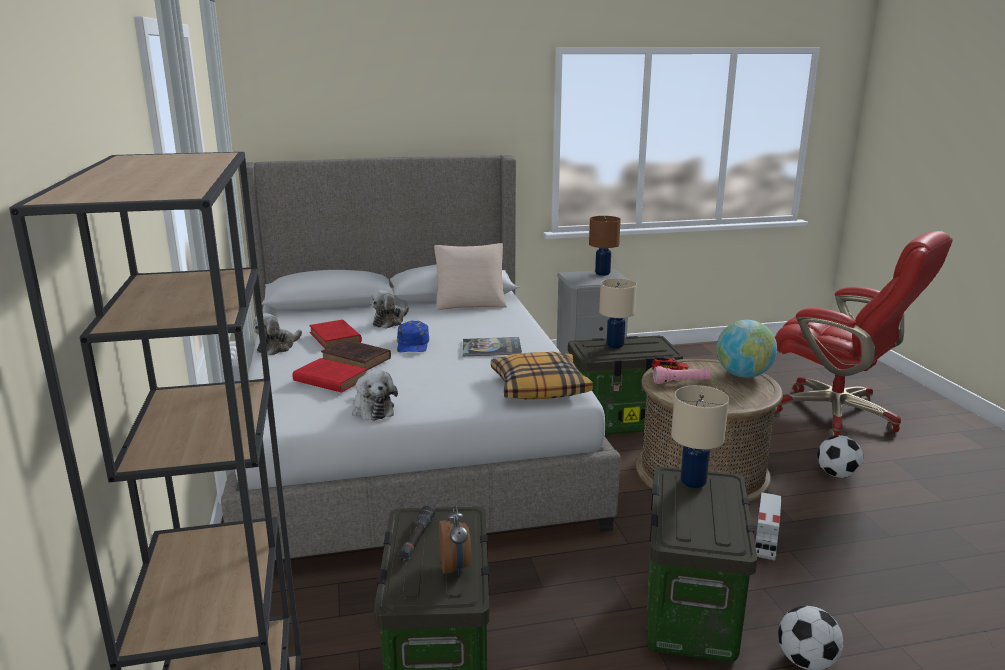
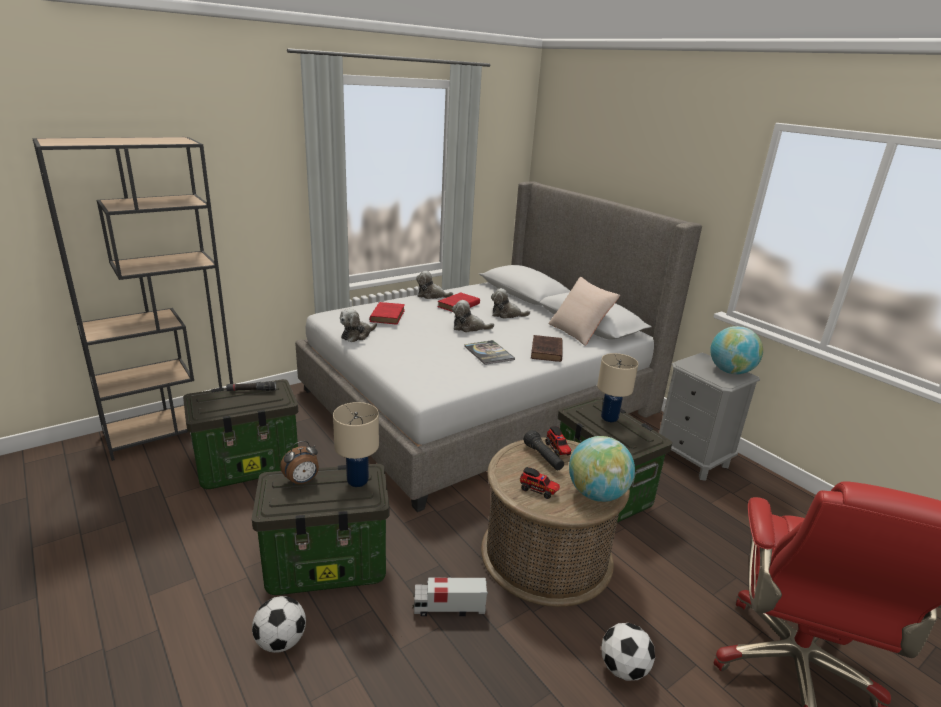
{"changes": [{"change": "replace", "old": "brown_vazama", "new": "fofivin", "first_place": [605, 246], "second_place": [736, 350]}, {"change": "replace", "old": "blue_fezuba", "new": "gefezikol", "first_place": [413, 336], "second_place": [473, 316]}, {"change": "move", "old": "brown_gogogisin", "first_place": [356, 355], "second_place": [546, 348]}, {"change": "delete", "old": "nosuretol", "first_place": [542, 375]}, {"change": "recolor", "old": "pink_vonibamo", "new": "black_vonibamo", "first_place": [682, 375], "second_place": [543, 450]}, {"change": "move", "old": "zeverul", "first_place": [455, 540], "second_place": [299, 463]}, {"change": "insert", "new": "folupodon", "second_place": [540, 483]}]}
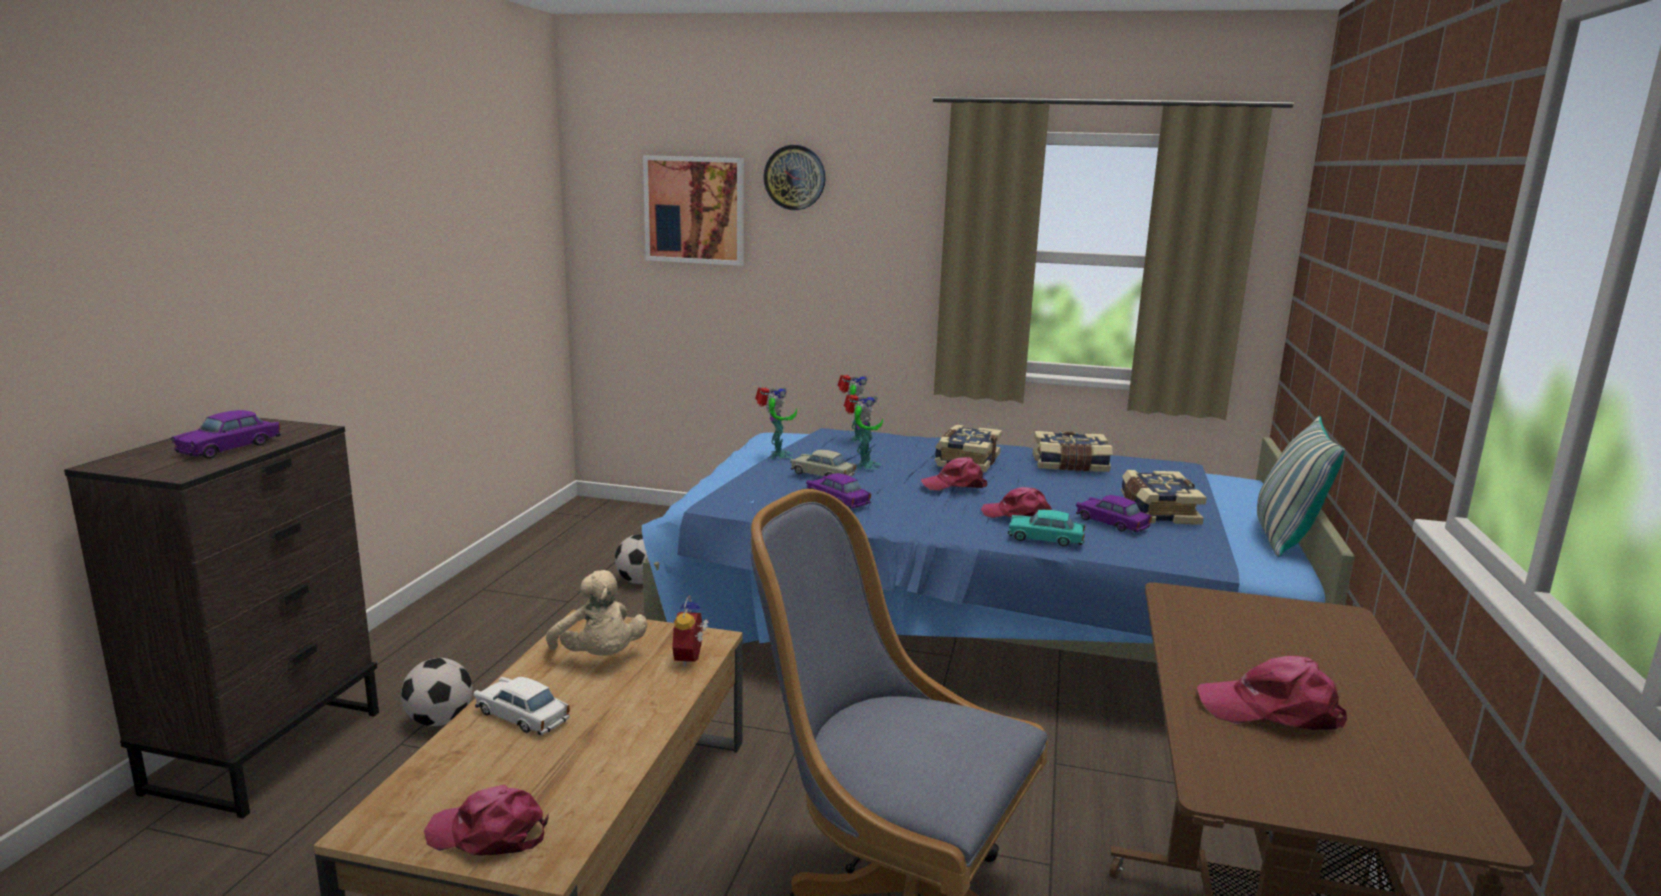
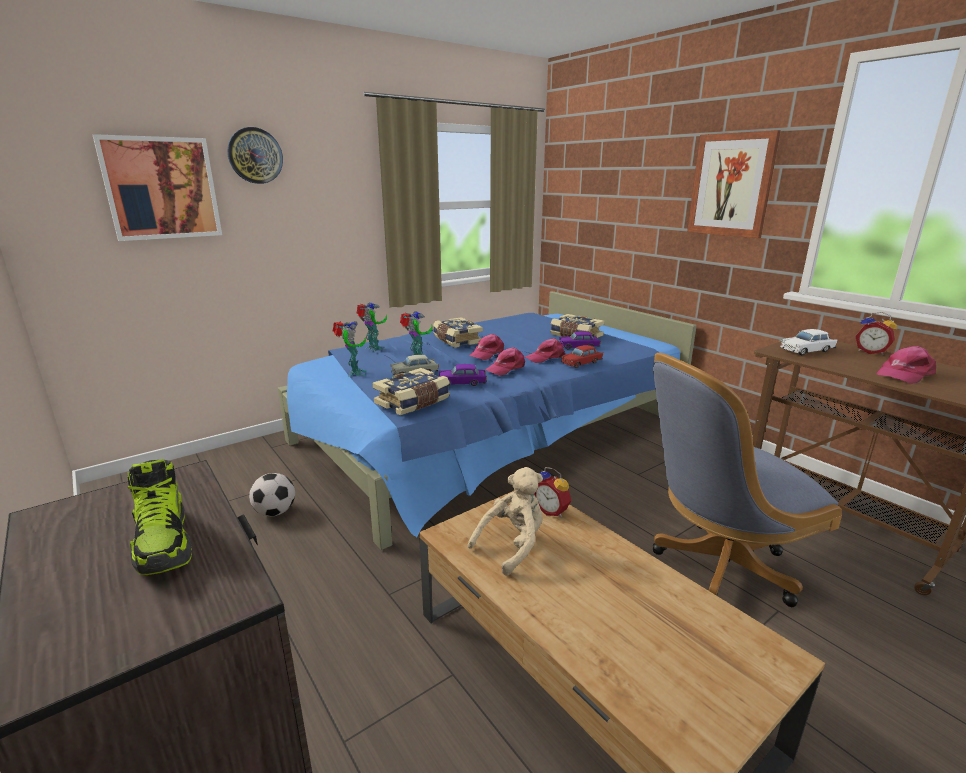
{"changes": [{"change": "rotate", "old": "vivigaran", "first_place": [776, 423], "second_place": [350, 349], "degrees": 45}, {"change": "replace", "old": "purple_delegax", "new": "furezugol", "first_place": [226, 434], "second_place": [160, 517]}, {"change": "delete", "old": "nosuretol", "first_place": [1300, 486]}, {"change": "move", "old": "gogogisin", "first_place": [1072, 451], "second_place": [411, 391]}, {"change": "recolor", "old": "turquoise_delegax", "new": "red_delegax", "first_place": [1046, 528], "second_place": [582, 356]}, {"change": "rotate", "old": "beige_gefezikol", "first_place": [597, 613], "second_place": [505, 521], "degrees": -45}, {"change": "delete", "old": "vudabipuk", "first_place": [437, 692]}, {"change": "move", "old": "white_delegax", "first_place": [521, 706], "second_place": [809, 342]}, {"change": "move", "old": "pink_fezuba", "first_place": [486, 820], "second_place": [505, 361]}, {"change": "insert", "new": "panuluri", "second_place": [734, 184]}, {"change": "insert", "new": "zeverul", "second_place": [876, 333]}]}
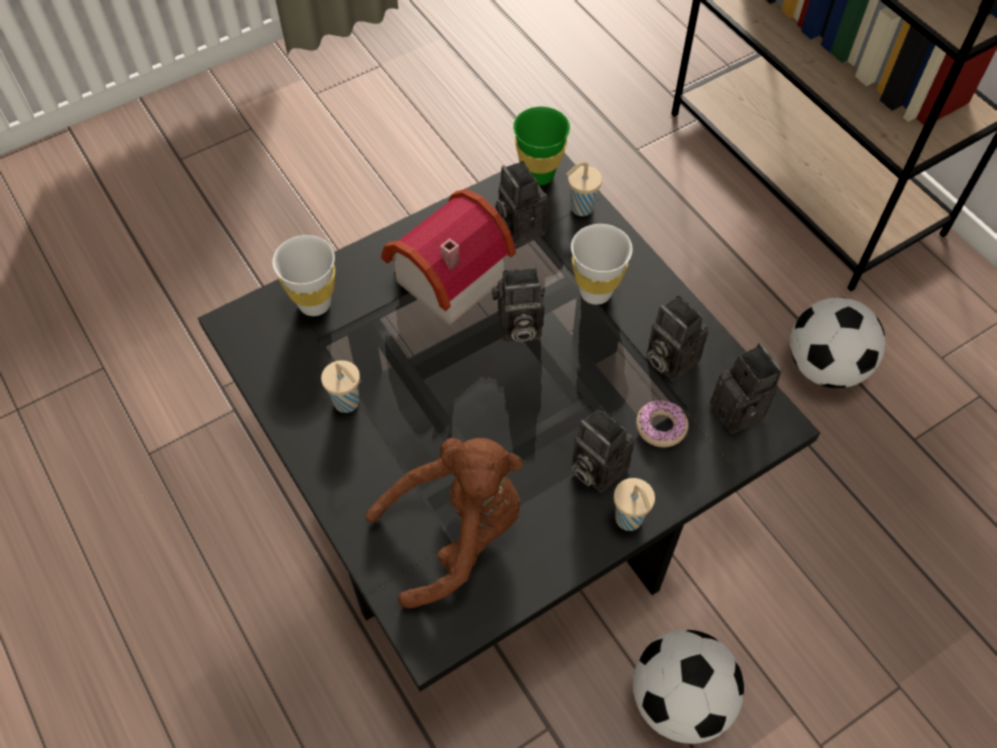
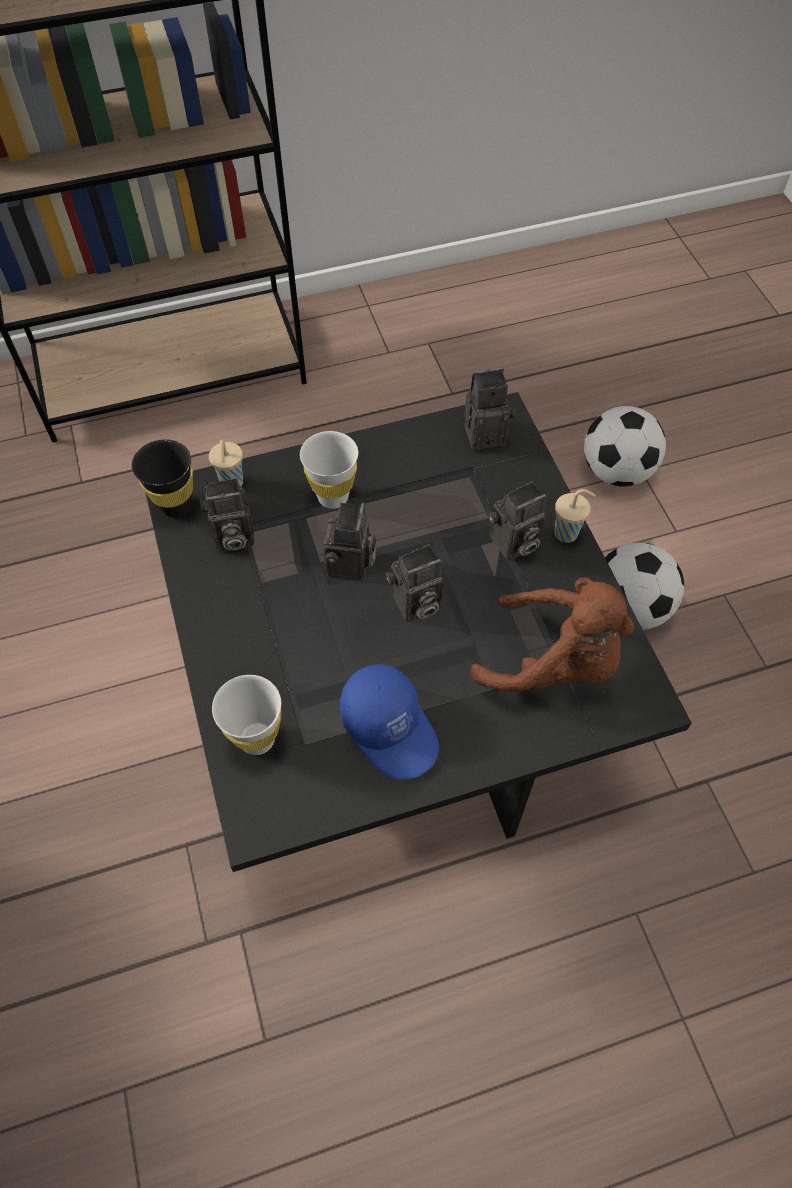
{"changes": [{"change": "recolor", "old": "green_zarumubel", "new": "black_zarumubel", "first_place": [541, 146], "second_place": [162, 478]}, {"change": "delete", "old": "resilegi", "first_place": [448, 257]}, {"change": "move", "old": "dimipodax", "first_place": [677, 338], "second_place": [415, 583]}, {"change": "move", "old": "vudabipuk", "first_place": [838, 342], "second_place": [625, 446]}, {"change": "replace", "old": "beige_zarumubel", "new": "blue_fezuba", "first_place": [340, 386], "second_place": [389, 722]}, {"change": "delete", "old": "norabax", "first_place": [662, 423]}, {"change": "rotate", "old": "brown_gefezikol", "first_place": [444, 523], "second_place": [553, 635], "degrees": 120}]}
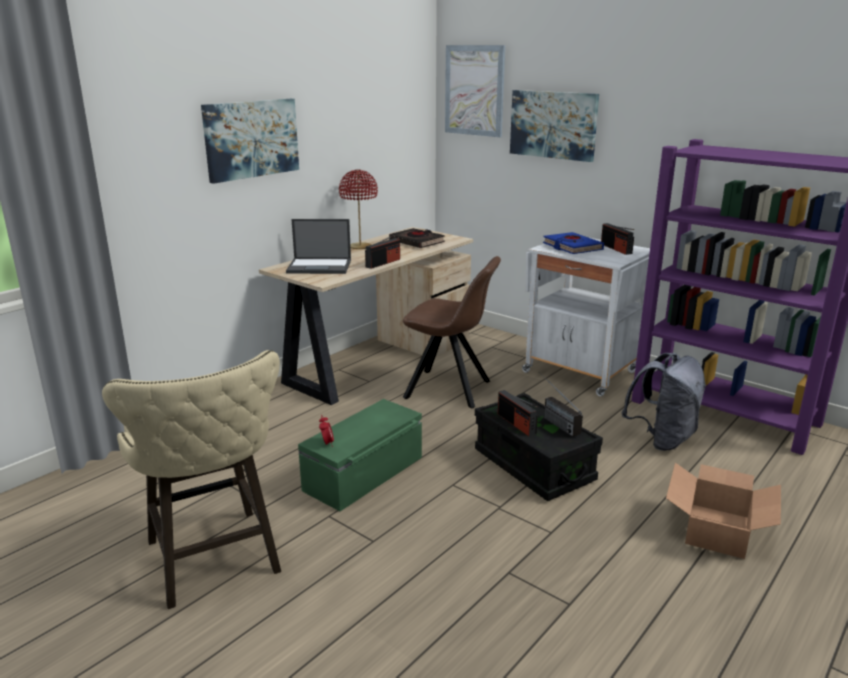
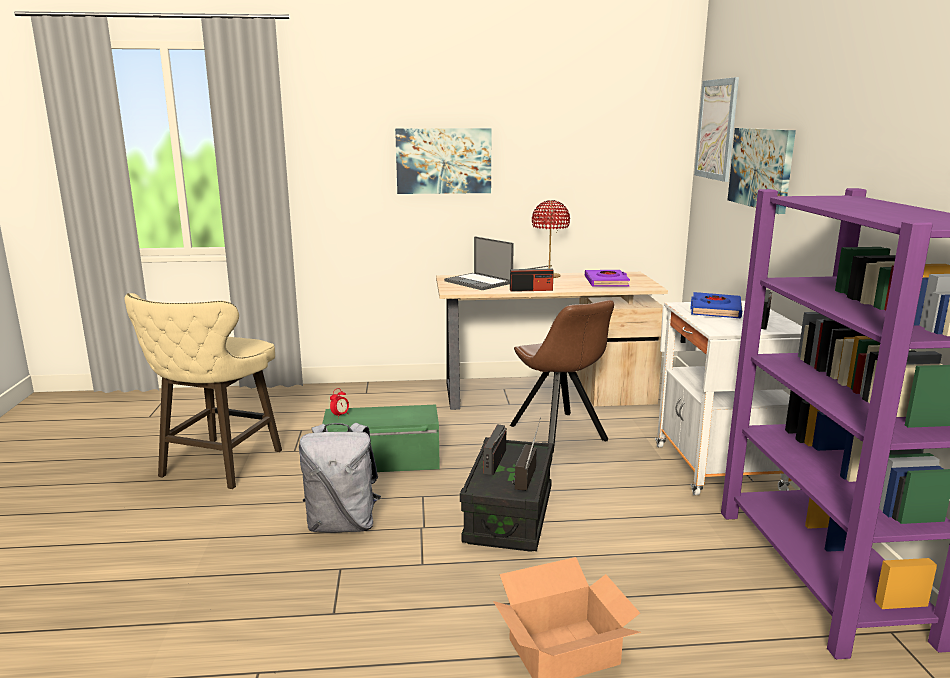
{"changes": [{"change": "recolor", "old": "black_gogogisin", "new": "purple_gogogisin", "first_place": [417, 238], "second_place": [607, 278]}, {"change": "move", "old": "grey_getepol", "first_place": [663, 402], "second_place": [340, 478]}]}
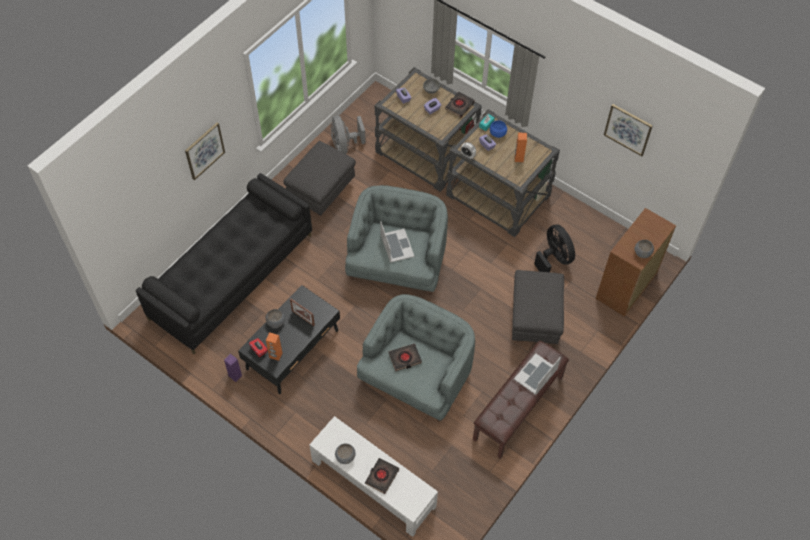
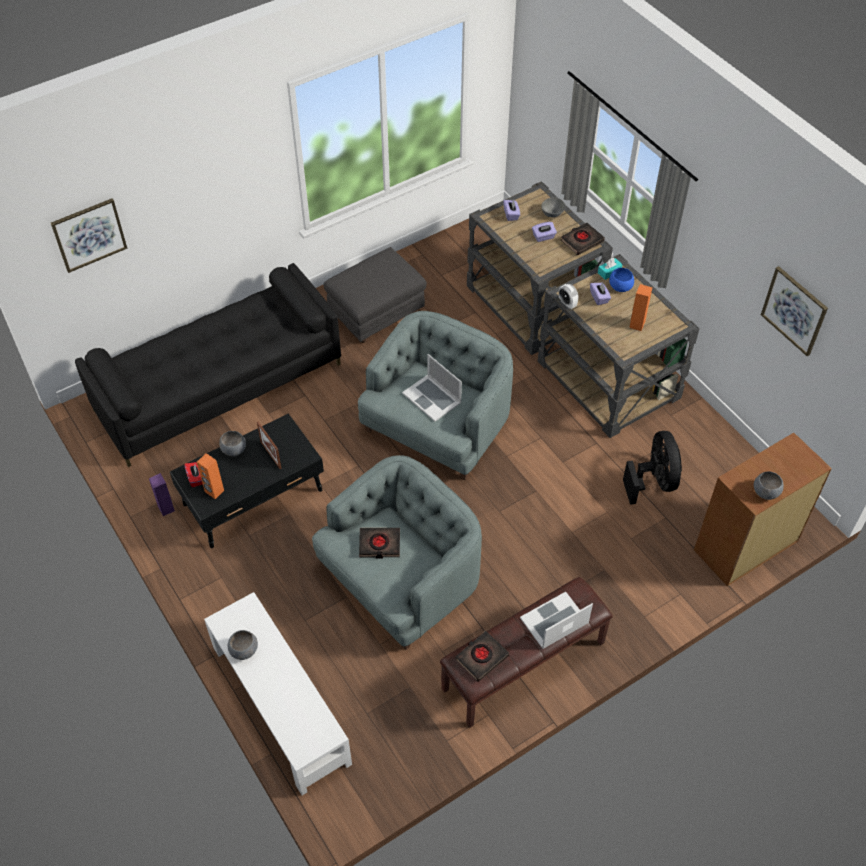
{"changes": [{"change": "delete", "old": "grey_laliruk", "first_place": [348, 135]}, {"change": "move", "old": "panuluri", "first_place": [205, 151], "second_place": [89, 235]}, {"change": "rotate", "old": "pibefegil", "first_place": [397, 242], "second_place": [432, 388], "degrees": 135}, {"change": "delete", "old": "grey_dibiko", "first_place": [538, 307]}, {"change": "move", "old": "black_gogogisin", "first_place": [382, 476], "second_place": [482, 656]}]}
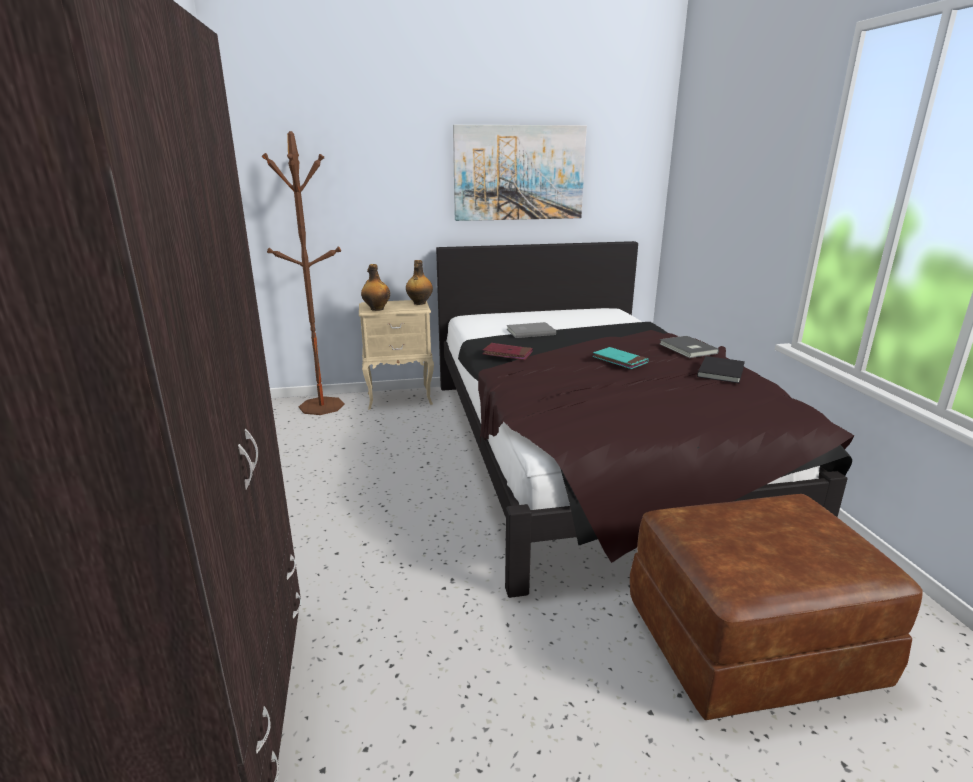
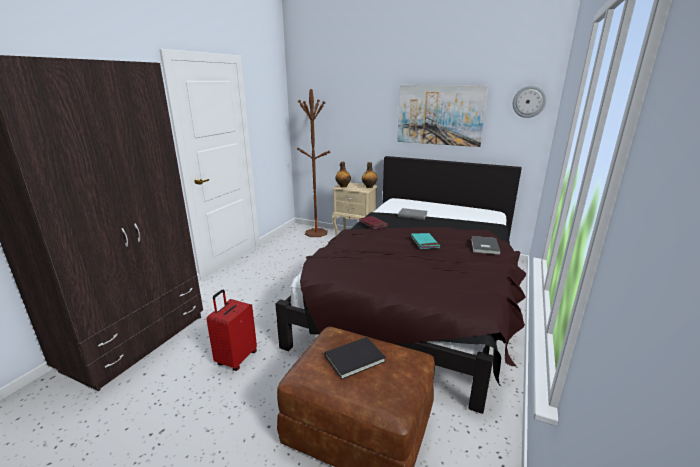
{"changes": [{"change": "move", "old": "black_gogogisin", "first_place": [721, 369], "second_place": [355, 358]}, {"change": "insert", "new": "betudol", "second_place": [530, 101]}, {"change": "insert", "new": "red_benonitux", "second_place": [231, 330]}]}
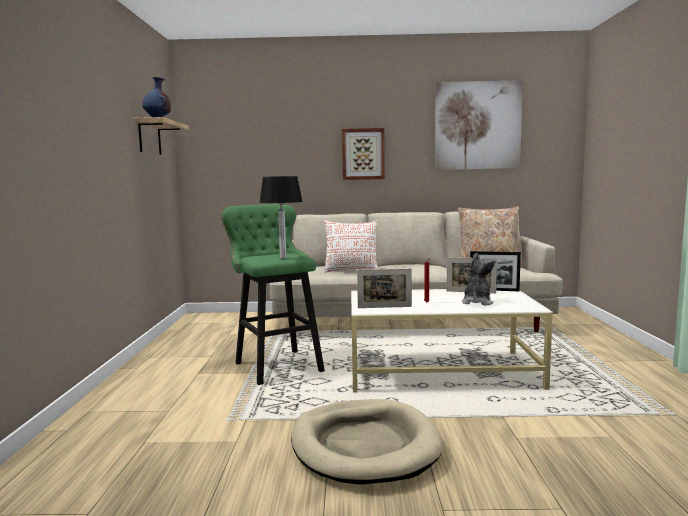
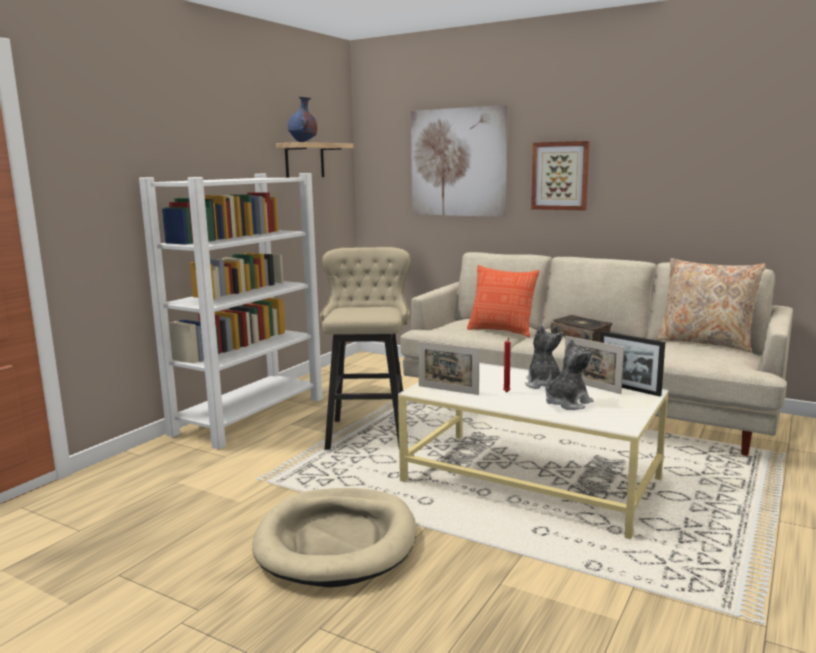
{"changes": [{"change": "move", "old": "panuluri", "first_place": [479, 125], "second_place": [459, 161]}, {"change": "delete", "old": "vazama", "first_place": [281, 217]}, {"change": "recolor", "old": "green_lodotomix", "new": "beige_lodotomix", "first_place": [273, 294], "second_place": [365, 348]}, {"change": "recolor", "old": "white_nosuretol", "new": "orange_nosuretol", "first_place": [351, 246], "second_place": [503, 301]}, {"change": "insert", "new": "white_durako", "second_place": [231, 311]}, {"change": "insert", "new": "gogogisin", "second_place": [582, 328]}, {"change": "insert", "new": "gefezikol", "second_place": [544, 357]}]}
